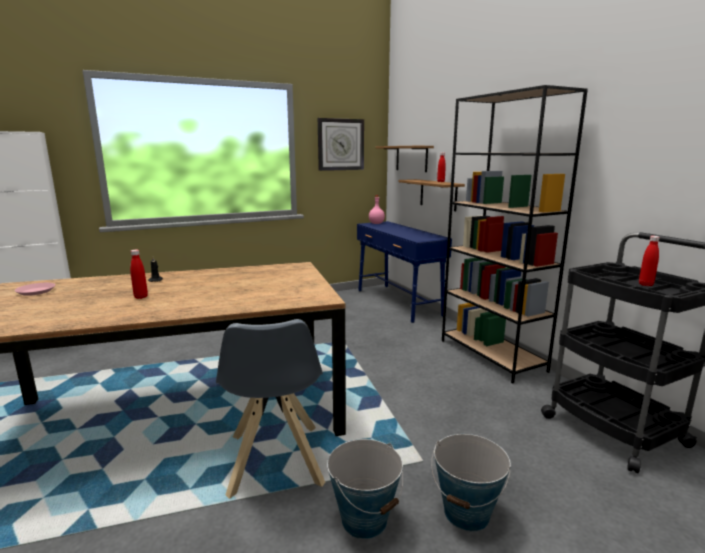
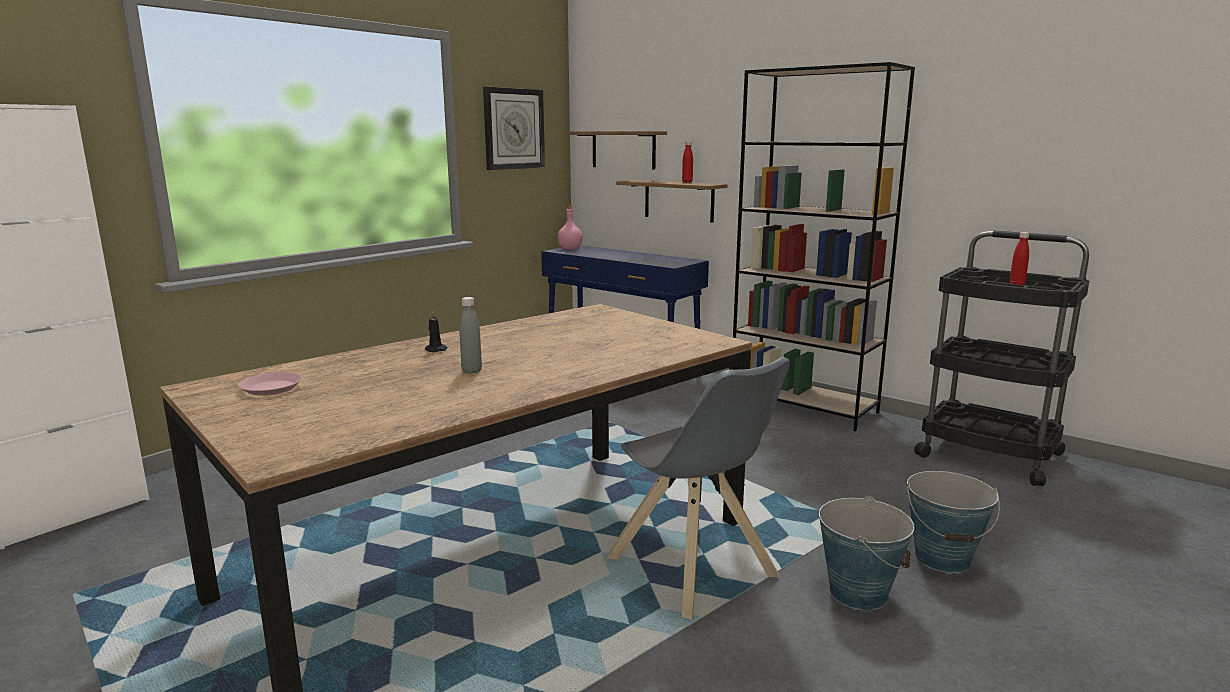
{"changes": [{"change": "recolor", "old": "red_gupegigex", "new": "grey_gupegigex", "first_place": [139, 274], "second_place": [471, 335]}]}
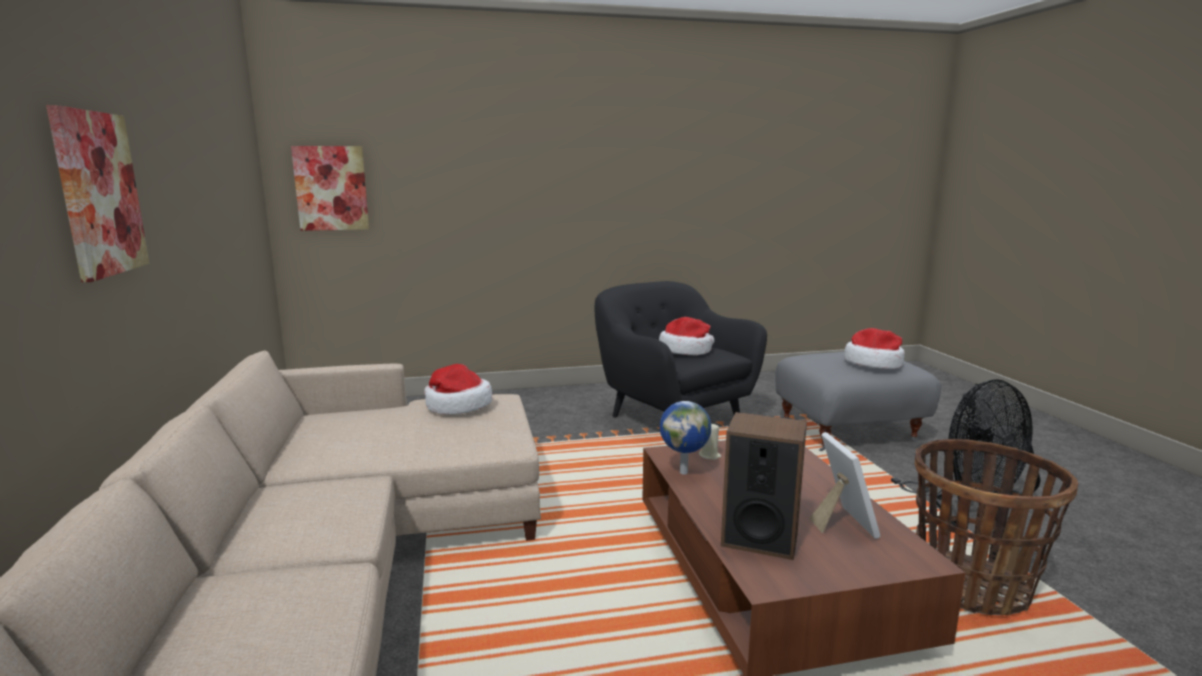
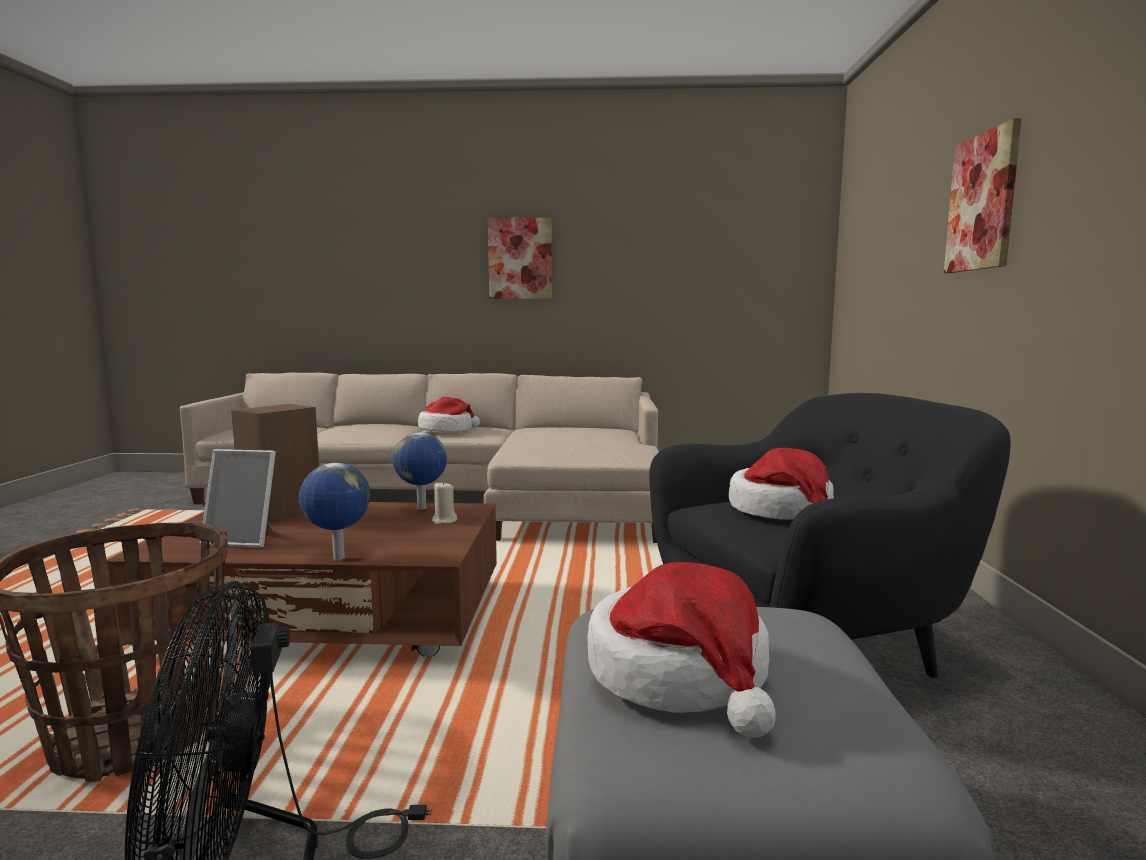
{"changes": [{"change": "move", "old": "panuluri", "first_place": [330, 188], "second_place": [983, 195]}, {"change": "move", "old": "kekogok", "first_place": [458, 389], "second_place": [449, 414]}, {"change": "insert", "new": "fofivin", "second_place": [334, 511]}]}
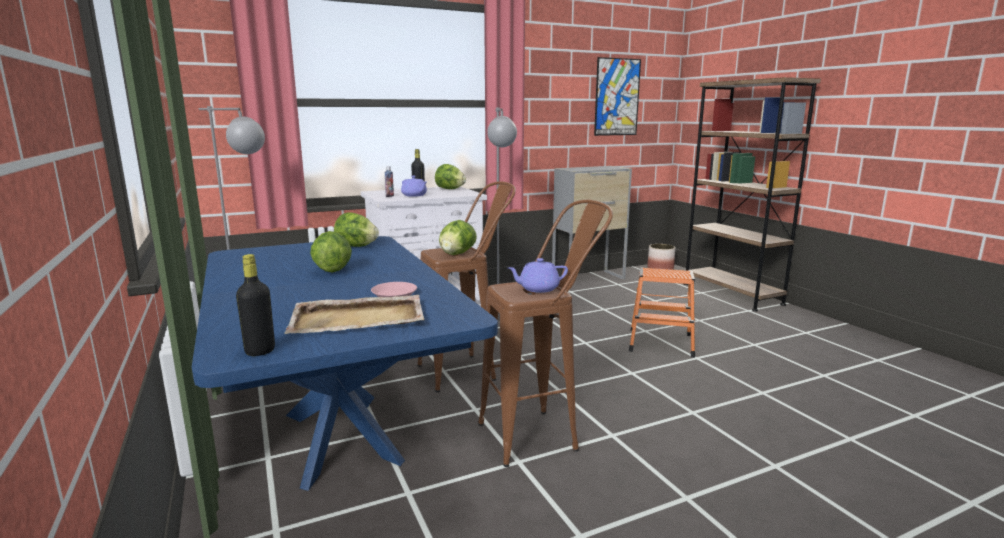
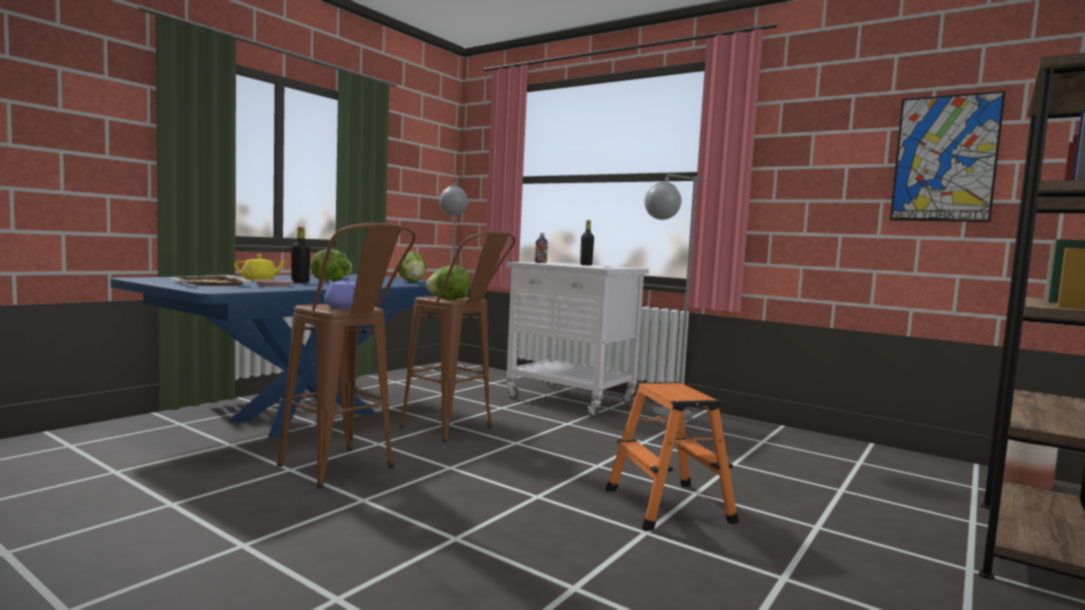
{"changes": [{"change": "delete", "old": "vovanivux", "first_place": [450, 176]}, {"change": "delete", "old": "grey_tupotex", "first_place": [592, 222]}, {"change": "delete", "old": "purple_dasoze", "first_place": [414, 186]}, {"change": "move", "old": "black_gupegigex", "first_place": [255, 305], "second_place": [300, 255]}, {"change": "insert", "new": "yellow_dasoze", "second_place": [261, 267]}]}
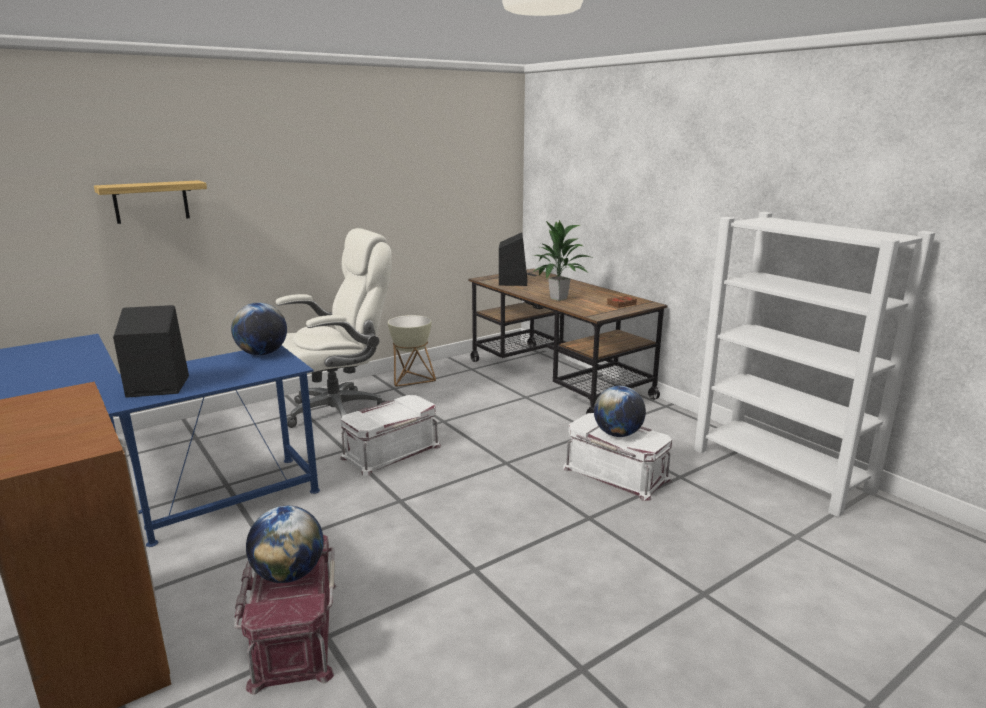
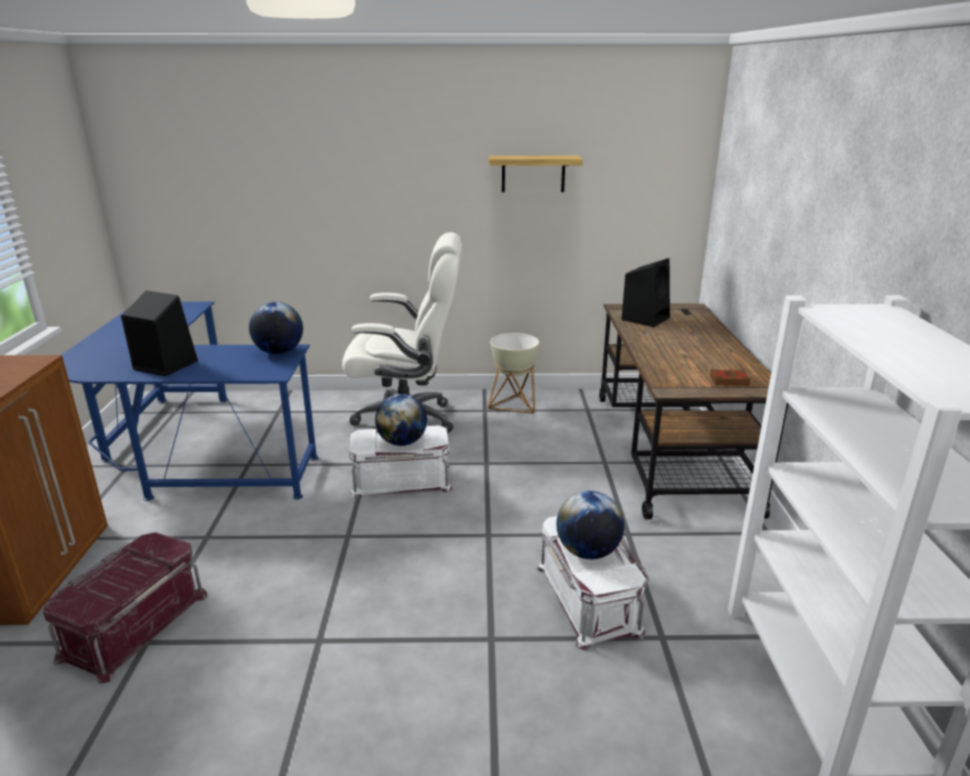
{"changes": [{"change": "move", "old": "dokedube", "first_place": [150, 202], "second_place": [536, 174]}, {"change": "delete", "old": "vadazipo", "first_place": [561, 260]}, {"change": "move", "old": "fofivin", "first_place": [285, 544], "second_place": [401, 420]}]}
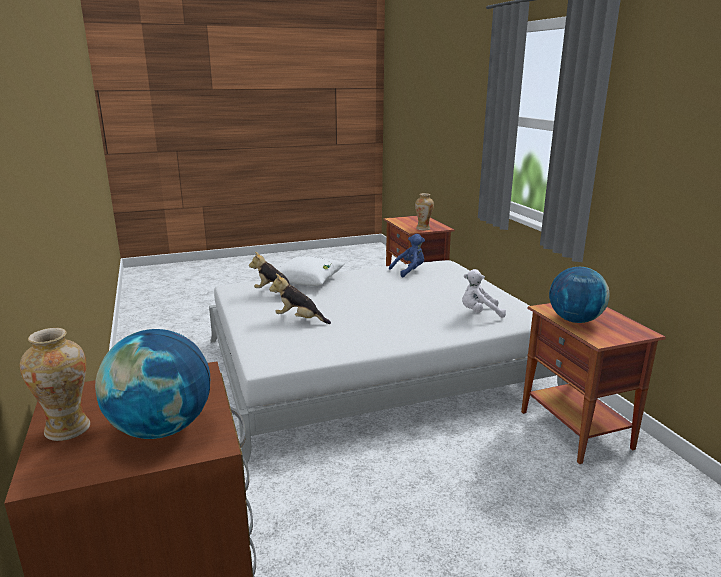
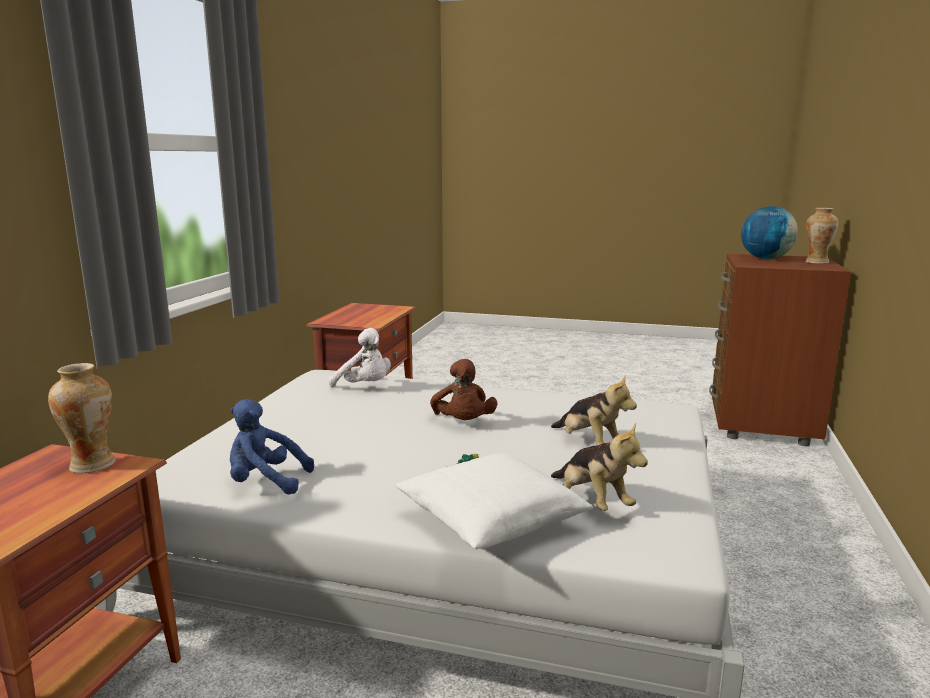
{"changes": [{"change": "delete", "old": "fofivin", "first_place": [579, 295]}, {"change": "insert", "new": "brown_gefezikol", "second_place": [463, 389]}]}
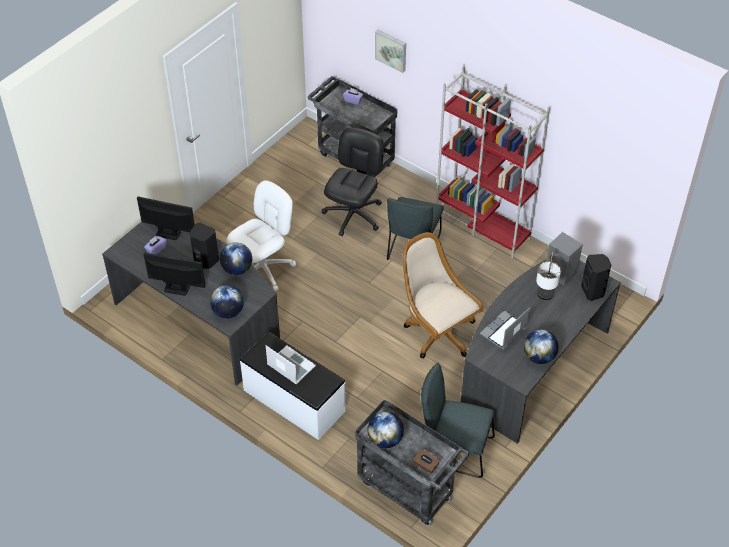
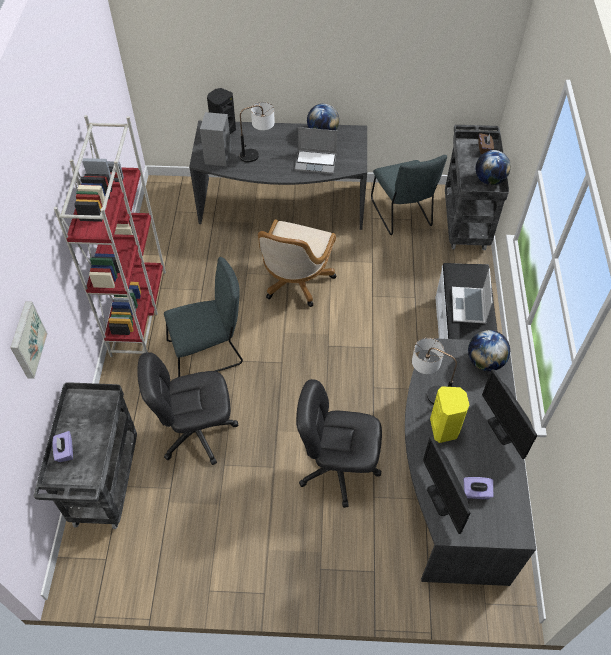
{"changes": [{"change": "recolor", "old": "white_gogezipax", "new": "black_gogezipax", "first_place": [261, 235], "second_place": [339, 443]}, {"change": "recolor", "old": "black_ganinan", "new": "yellow_ganinan", "first_place": [204, 246], "second_place": [449, 414]}, {"change": "replace", "old": "fofivin", "new": "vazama", "first_place": [236, 258], "second_place": [434, 371]}]}
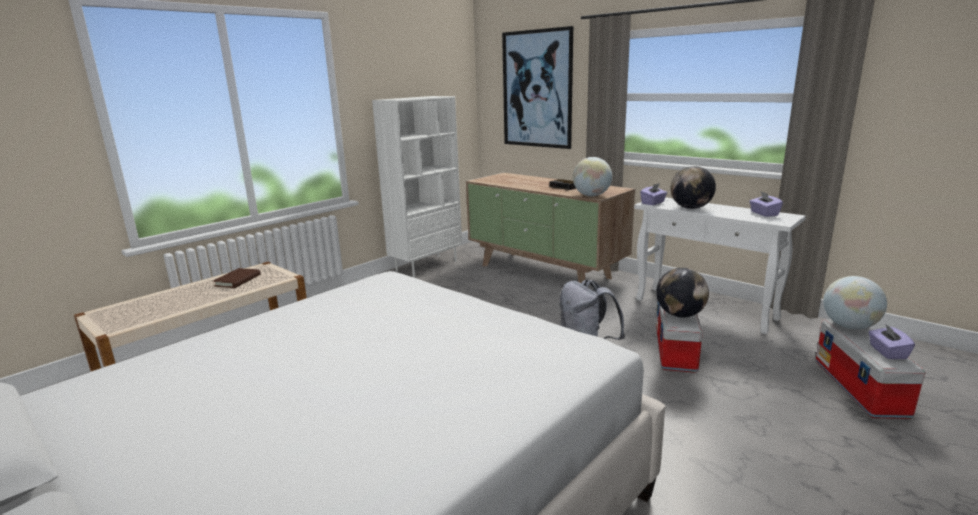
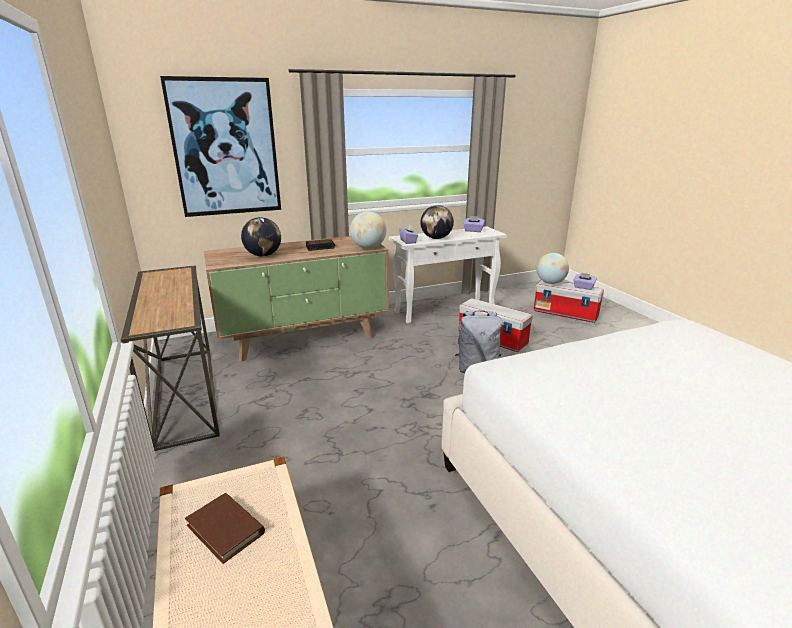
{"changes": [{"change": "replace", "old": "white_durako", "new": "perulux", "first_place": [417, 186], "second_place": [170, 358]}, {"change": "move", "old": "fofivin", "first_place": [682, 292], "second_place": [261, 236]}]}
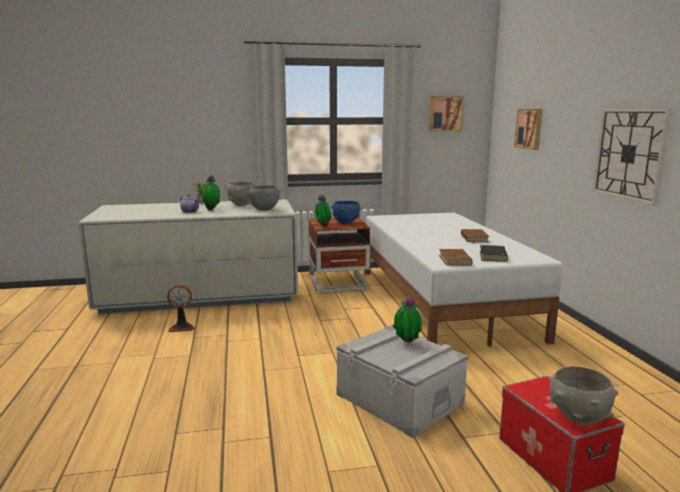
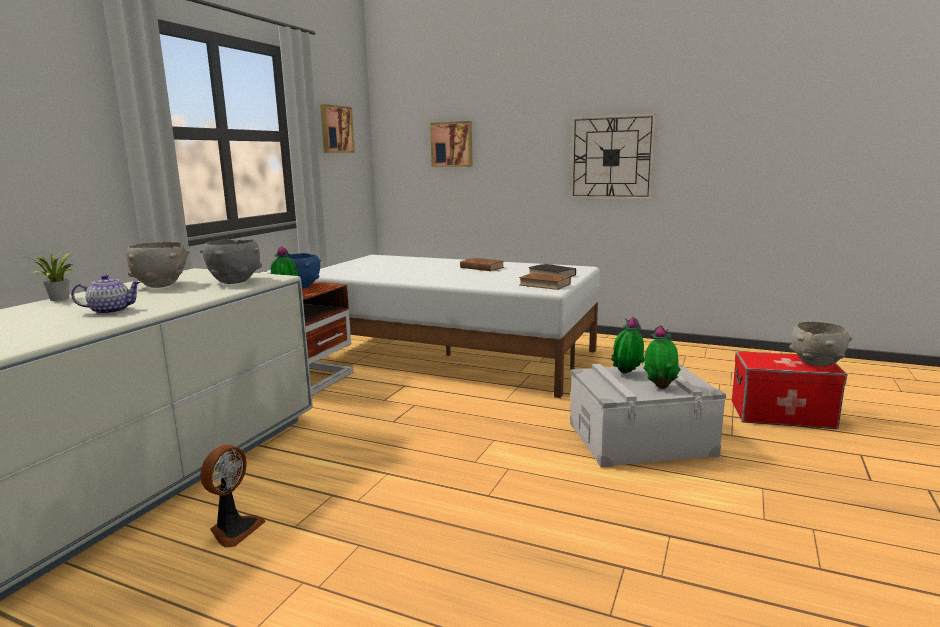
{"changes": [{"change": "move", "old": "vadazipo", "first_place": [211, 192], "second_place": [662, 357]}]}
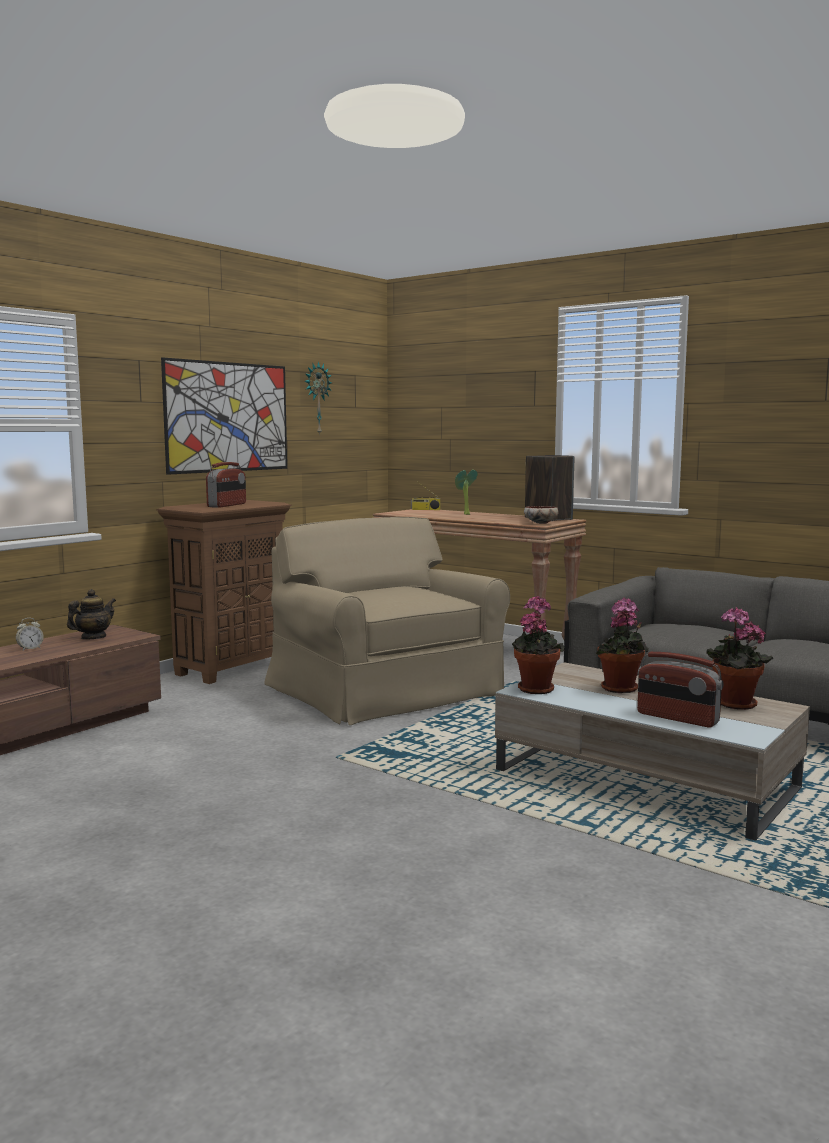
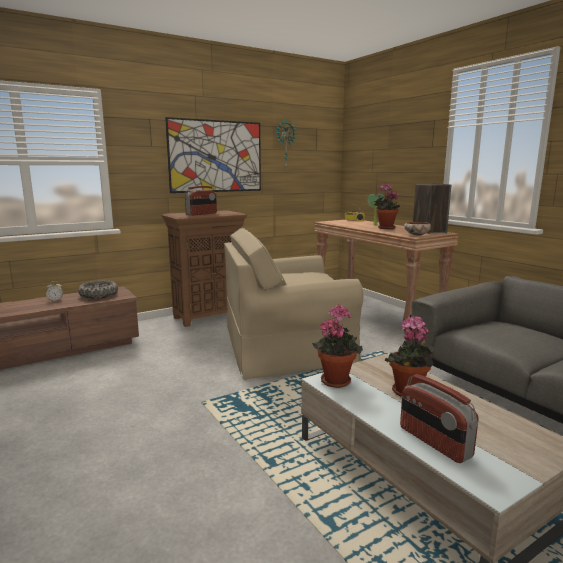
{"changes": [{"change": "rotate", "old": "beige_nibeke", "first_place": [387, 621], "second_place": [293, 304], "degrees": -90}, {"change": "replace", "old": "dasoze", "new": "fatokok", "first_place": [91, 614], "second_place": [98, 289]}, {"change": "move", "old": "vadazipo", "first_place": [740, 658], "second_place": [387, 206]}]}
